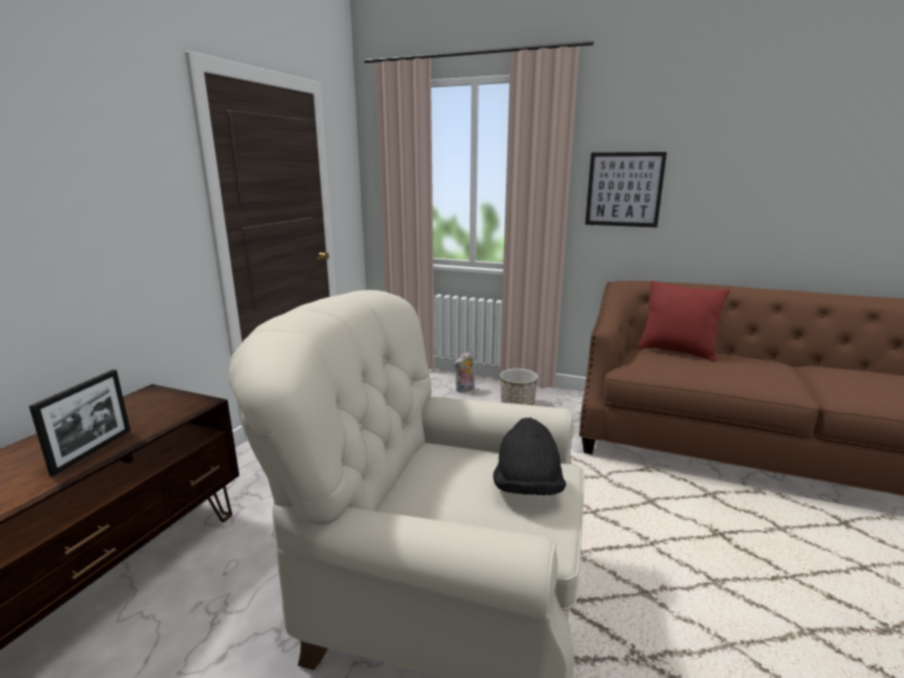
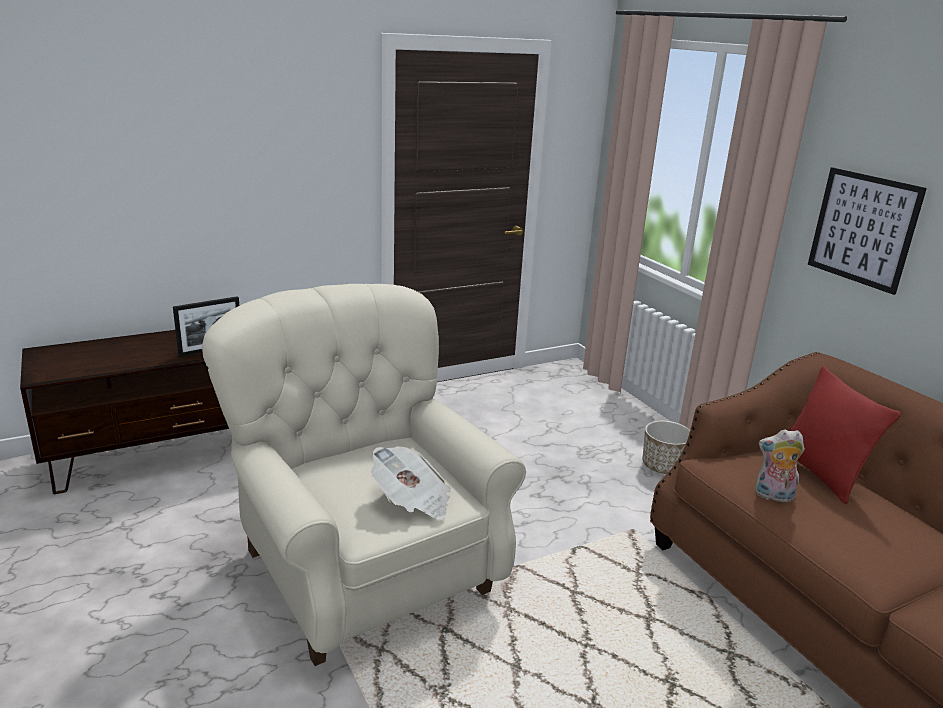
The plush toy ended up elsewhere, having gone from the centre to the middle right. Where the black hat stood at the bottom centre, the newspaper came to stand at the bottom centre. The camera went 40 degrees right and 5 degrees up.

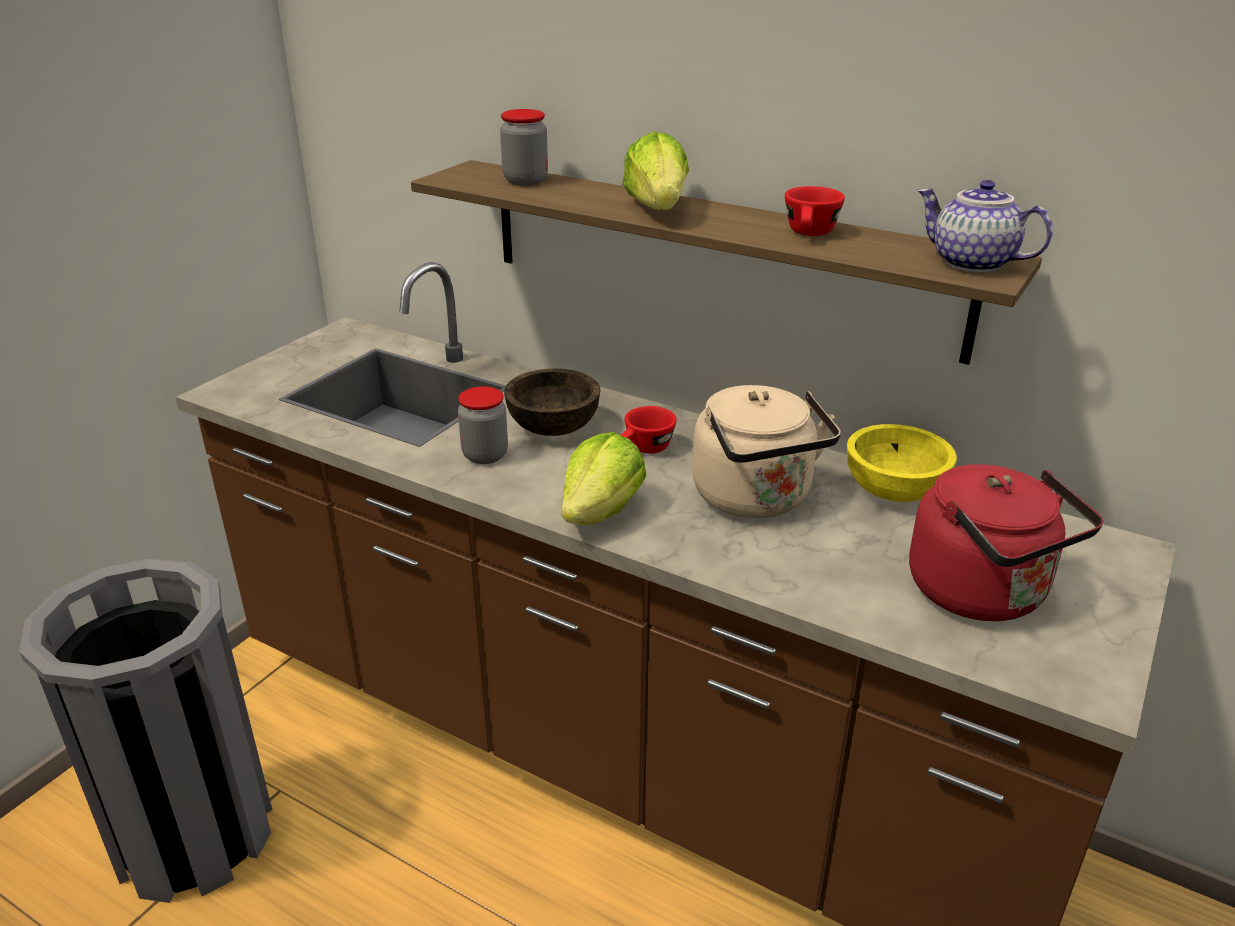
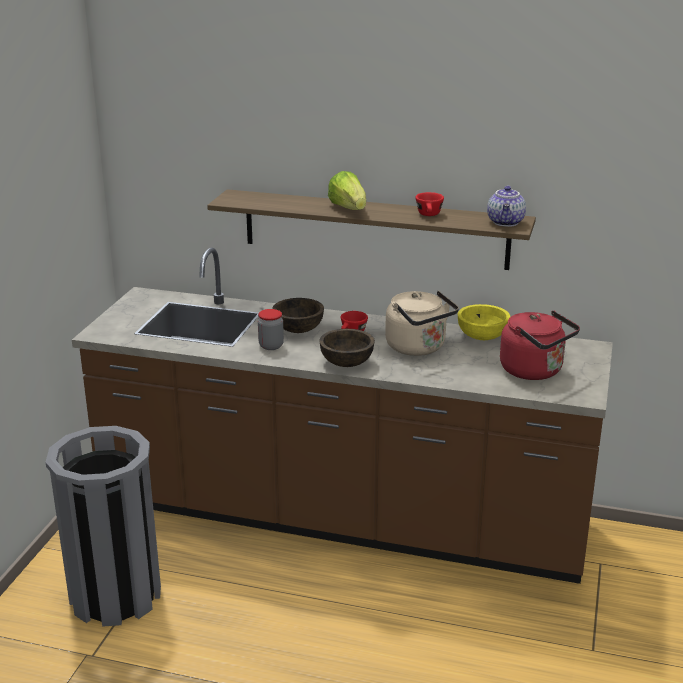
The second view lost the jar (no. 2 from left) at the top centre. The teapot at the top right ended up facing another way, 105 degrees counterclockwise from before. Where the lettuce (no. 1 from left) stood at the centre, the brown bowl (no. 2 from left) came to stand at the centre. The camera went 15 degrees left and 5 degrees down.

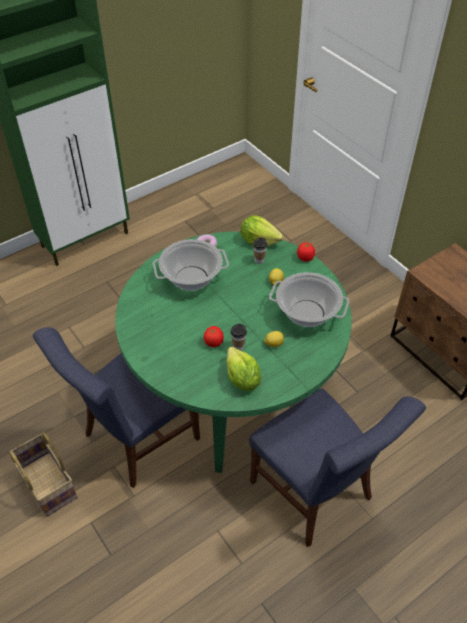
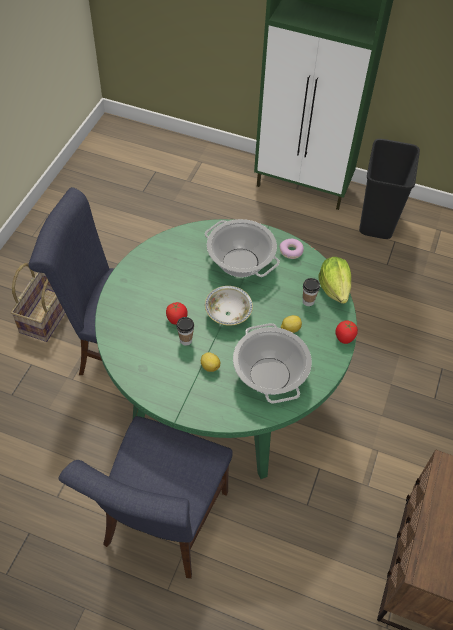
The second view lost the lettuce (no. 1 from left) at the centre. The second view gained the black trash can at the top right. The second view gained the bowl at the centre. The camera went 55 degrees right and 5 degrees up.

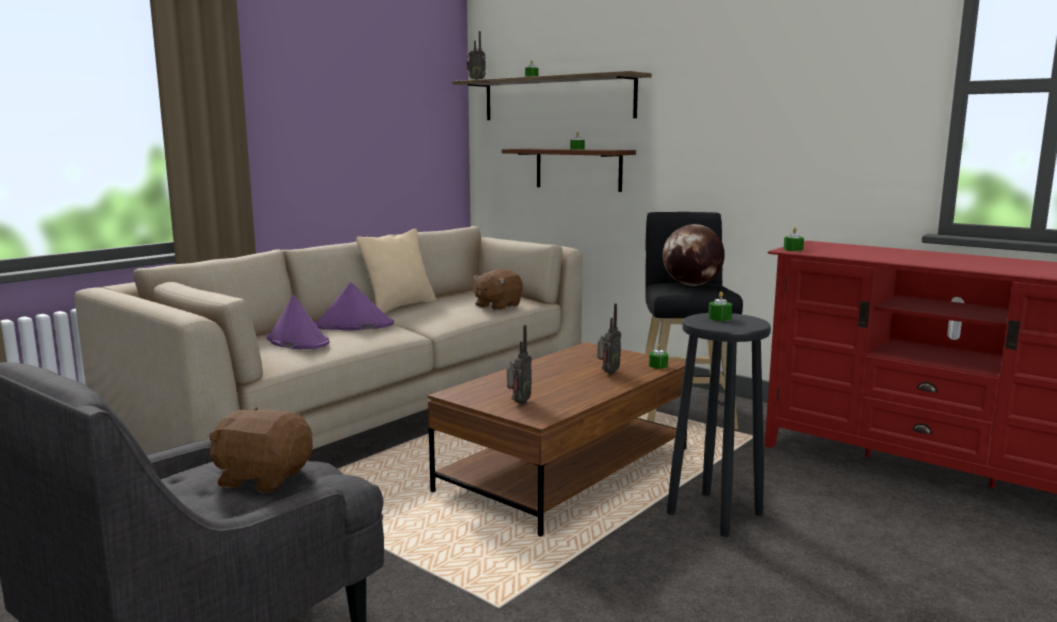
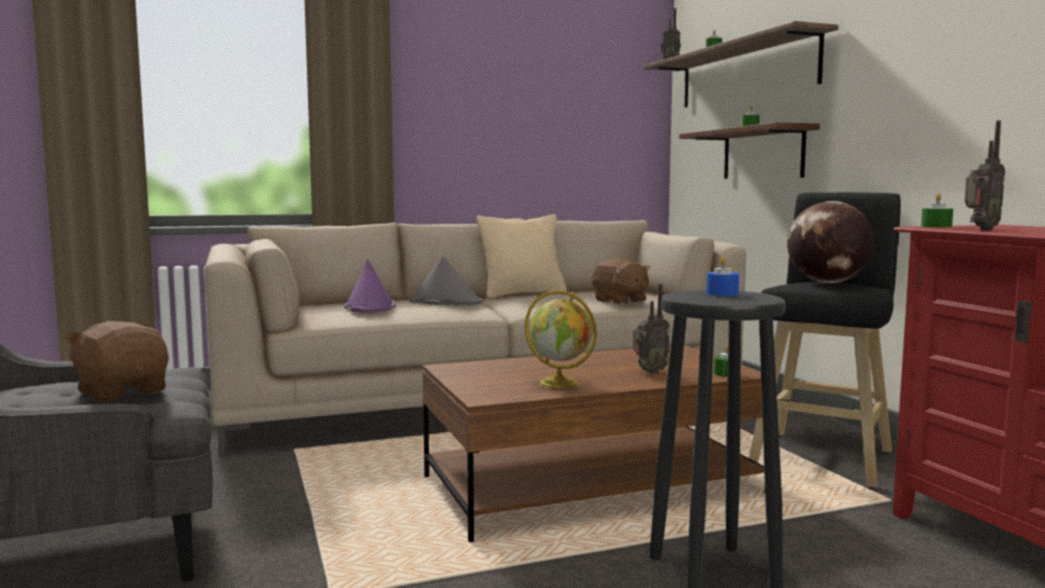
The brown plush toy (no. 2 from left) at the centre ended up facing another way, 105 degrees counterclockwise from before. What was the purple hat (no. 2 from left) at the centre turned into the grey hat at the centre. What was the green candle (no. 4 from left) at the middle right turned into the blue candle at the middle right. The radio (no. 2 from left in the first image) ended up elsewhere, having gone from the centre to the top right. The second view gained the globe (no. 1 from left) at the centre. The camera went 30 degrees right and 5 degrees down.

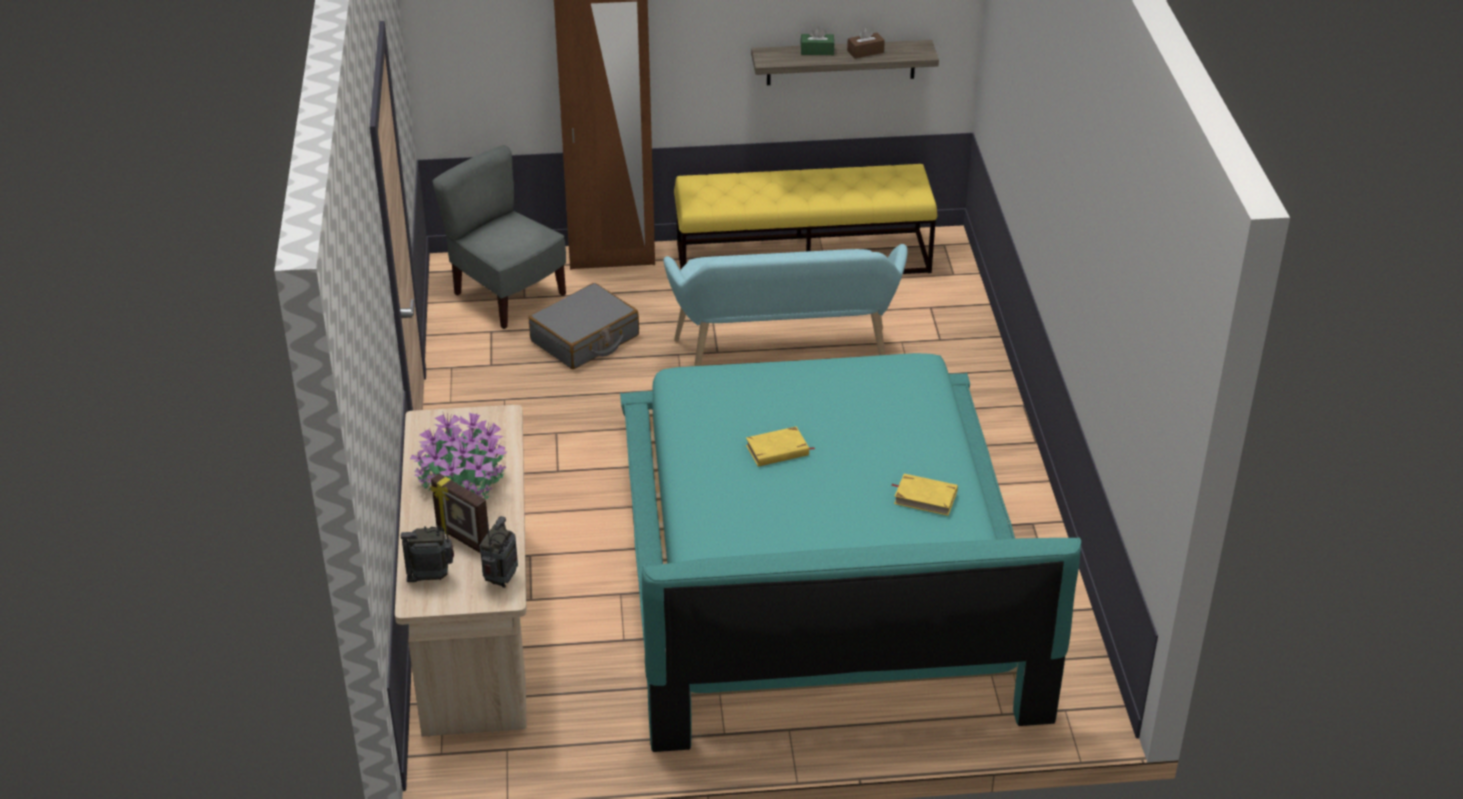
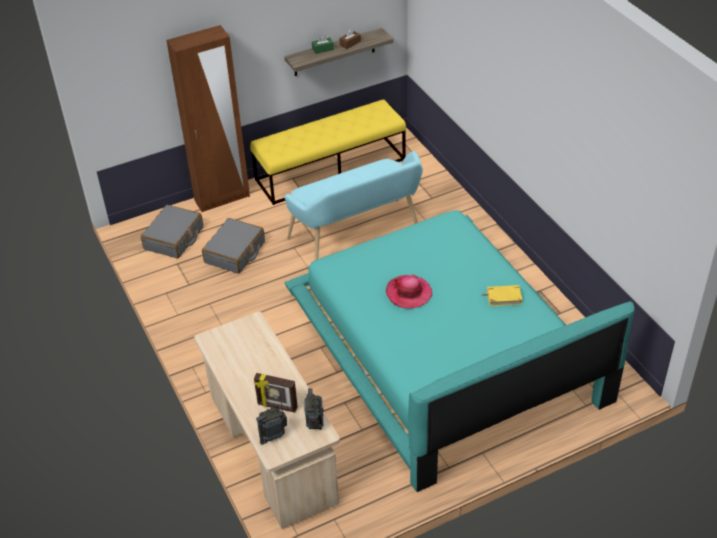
Where the grey chair stood at the top centre, the grey suitcase (no. 1 from left) came to stand at the middle left. The second view lost the potted plant at the middle left. Where the yellow book (no. 1 from left) stood at the centre, the hat came to stand at the centre. The camera went 20 degrees left and 5 degrees up.

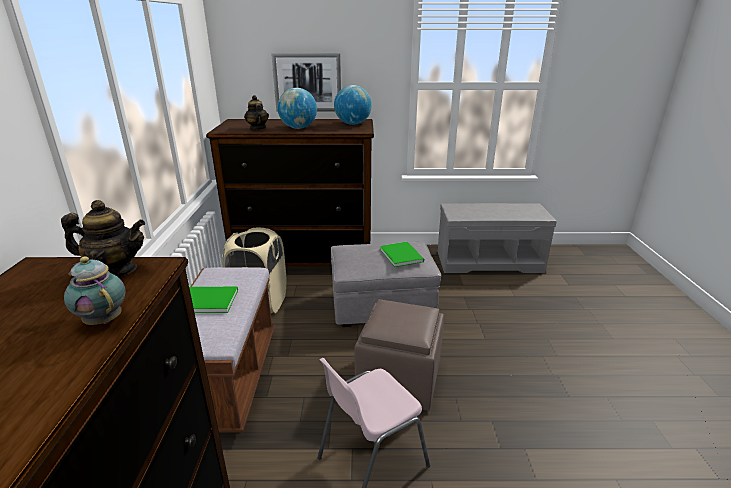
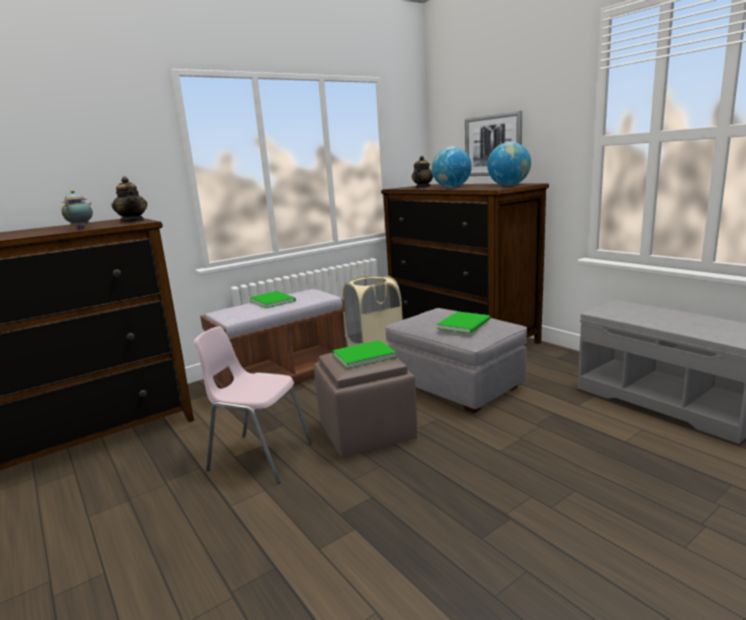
The second view gained the green book (no. 2 from left) at the centre. The camera went 55 degrees right and 10 degrees down.

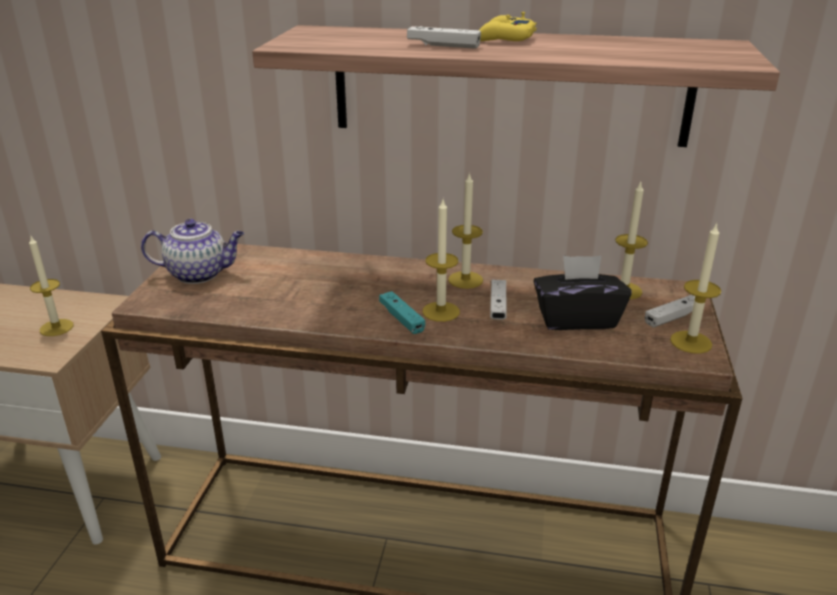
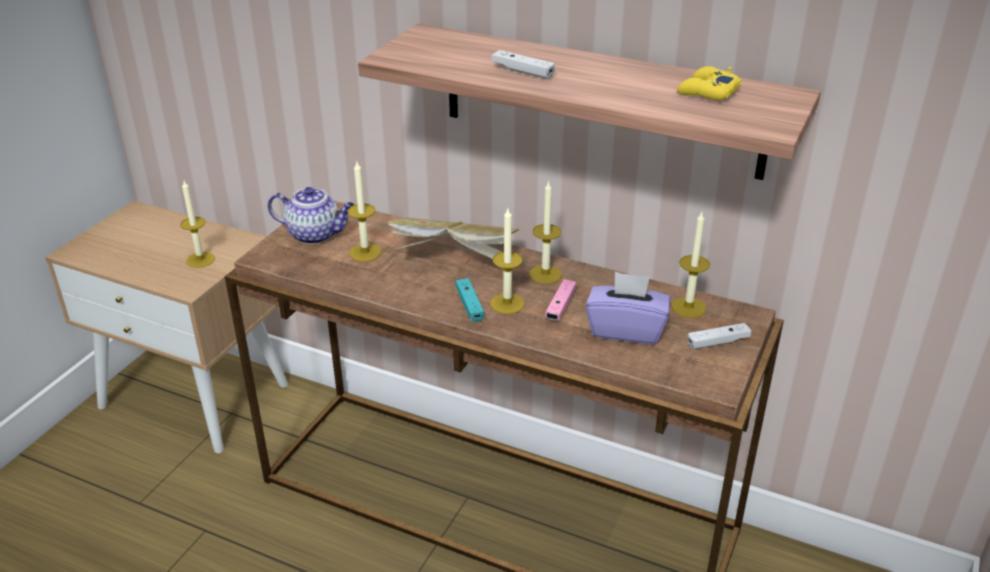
The yellow game controller ended up elsewhere, having gone from the top centre to the top right. The candle (no. 5 from left in the first image) ended up elsewhere, having gone from the middle right to the centre. What was the black tissue box at the middle right turned into the purple tissue box at the centre. What was the white game controller (no. 2 from left) at the centre turned into the pink game controller at the centre. The second view gained the book at the centre. The camera went 15 degrees right and 5 degrees up.

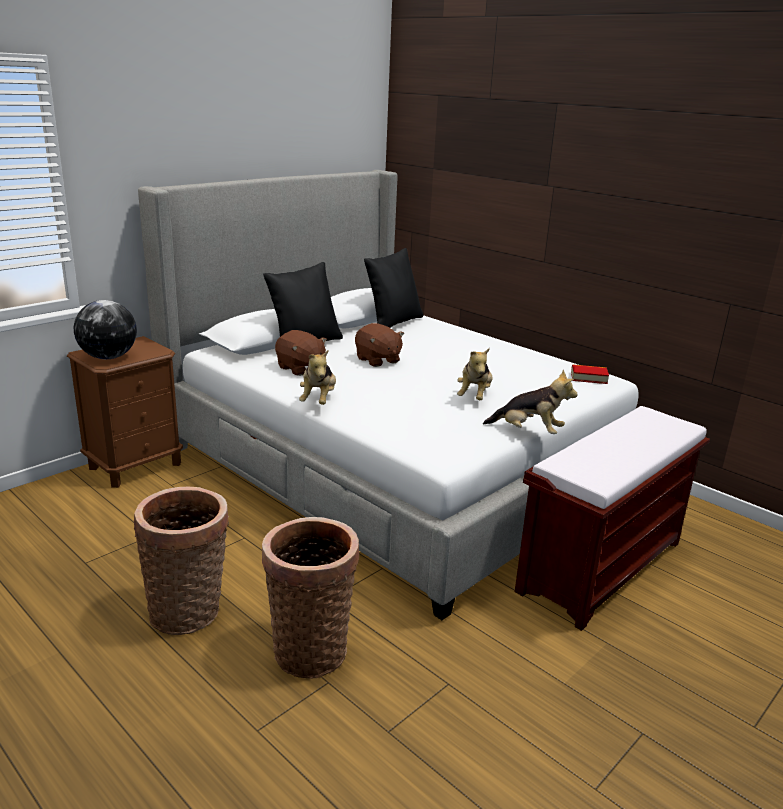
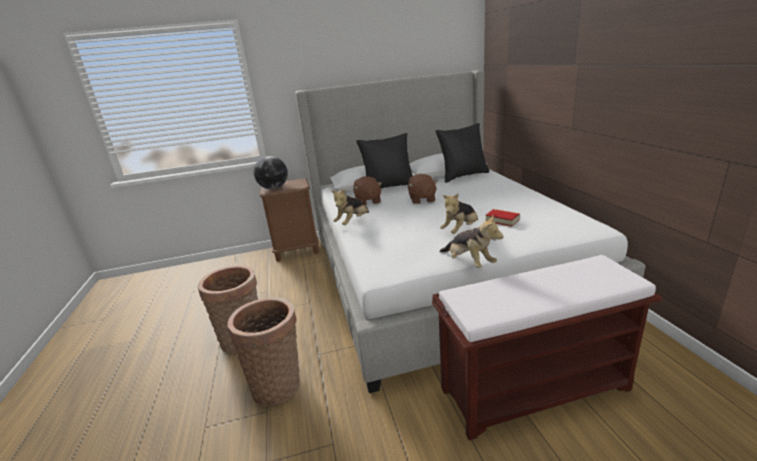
The book ended up elsewhere, having gone from the middle right to the centre. The camera went 35 degrees right and 0 degrees up.

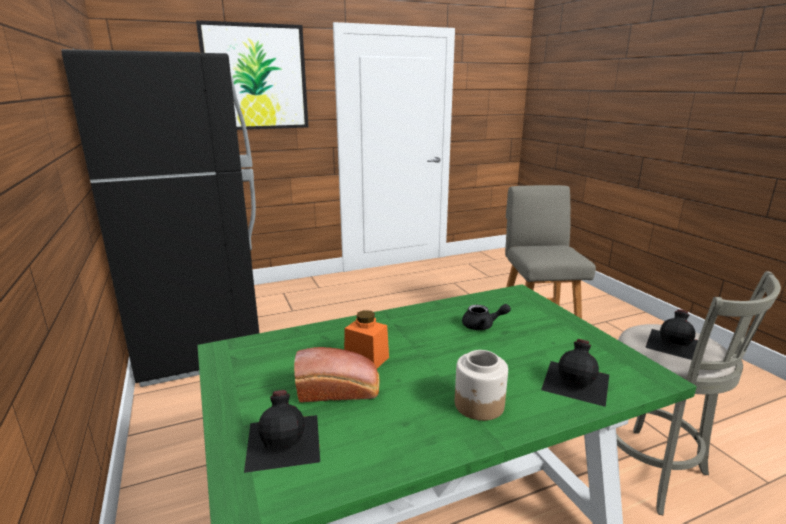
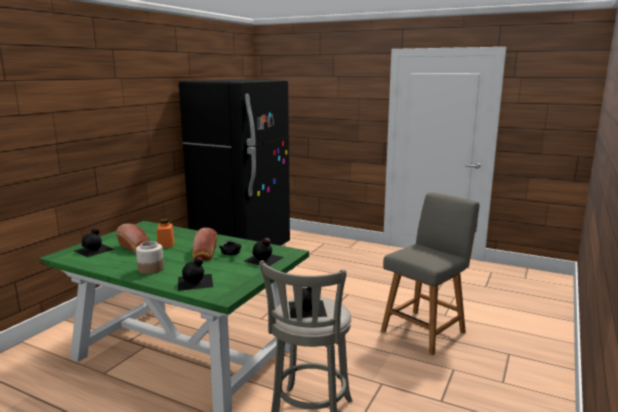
The second view lost the picture at the top left. The second view gained the bread (no. 2 from left) at the middle left. The second view gained the black bottle (no. 3 from left) at the centre. The camera went 50 degrees right and 5 degrees down.

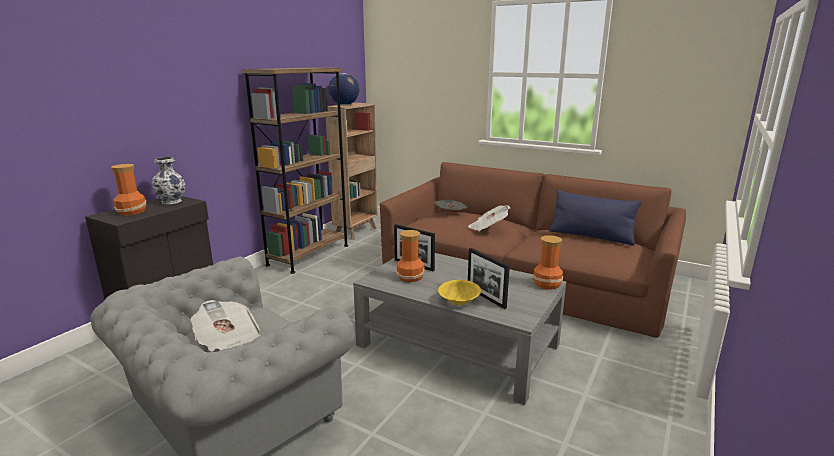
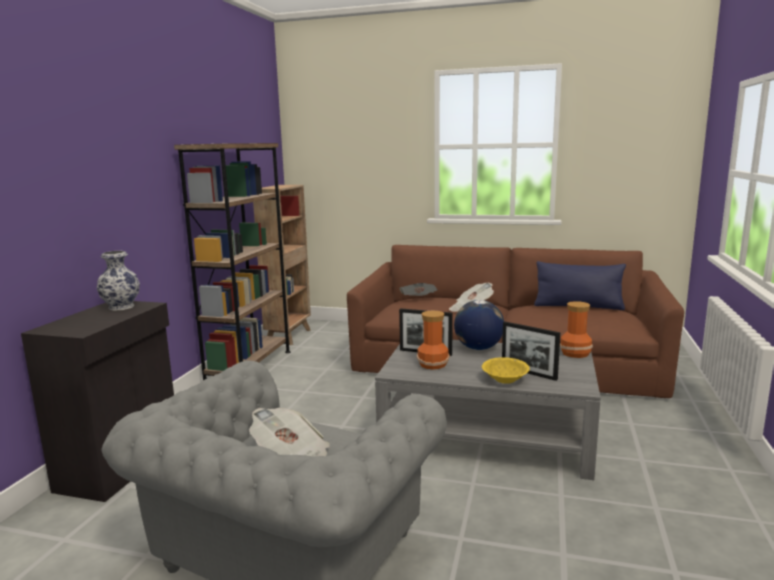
The globe ended up elsewhere, having gone from the top centre to the centre. The second view lost the vase (no. 1 from left) at the middle left. The camera went 15 degrees left and 5 degrees down.

